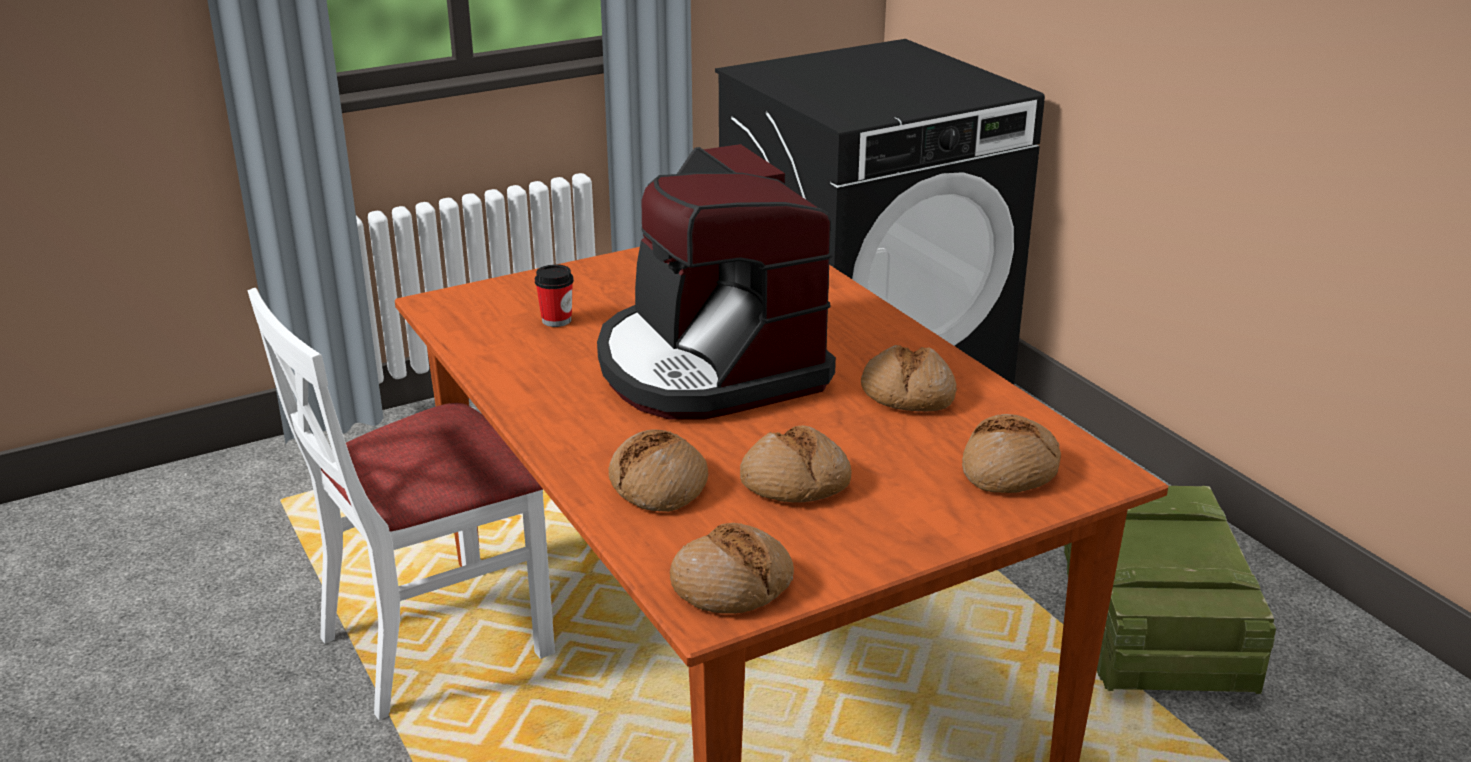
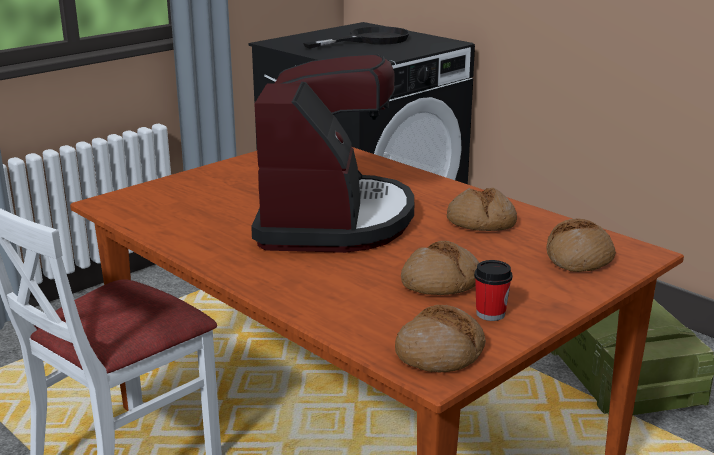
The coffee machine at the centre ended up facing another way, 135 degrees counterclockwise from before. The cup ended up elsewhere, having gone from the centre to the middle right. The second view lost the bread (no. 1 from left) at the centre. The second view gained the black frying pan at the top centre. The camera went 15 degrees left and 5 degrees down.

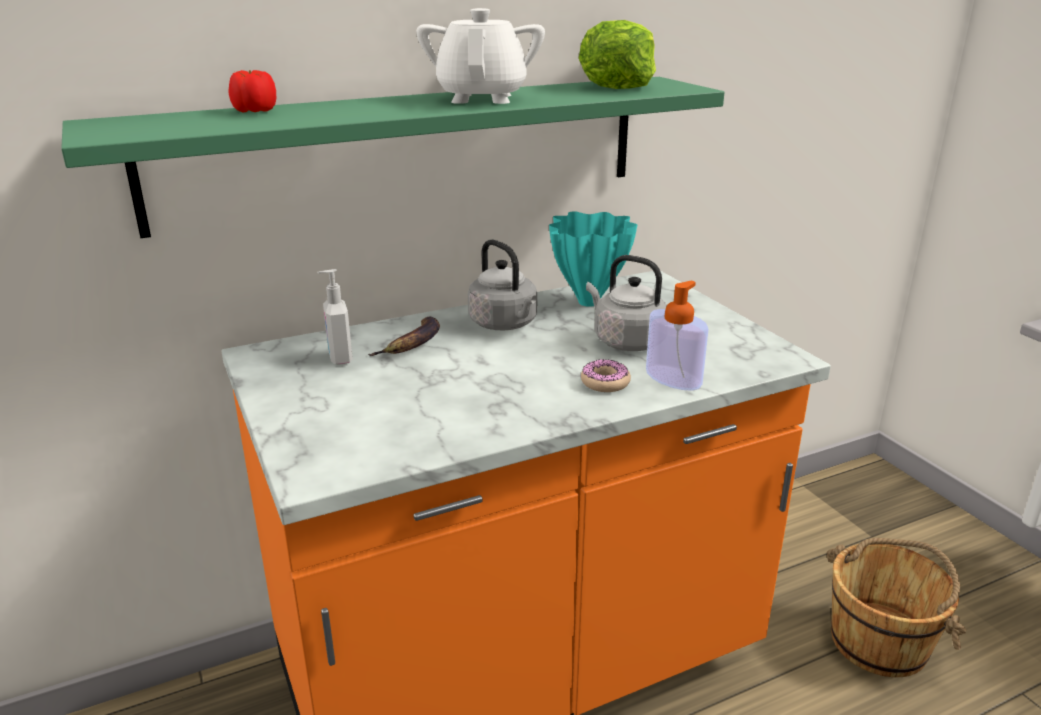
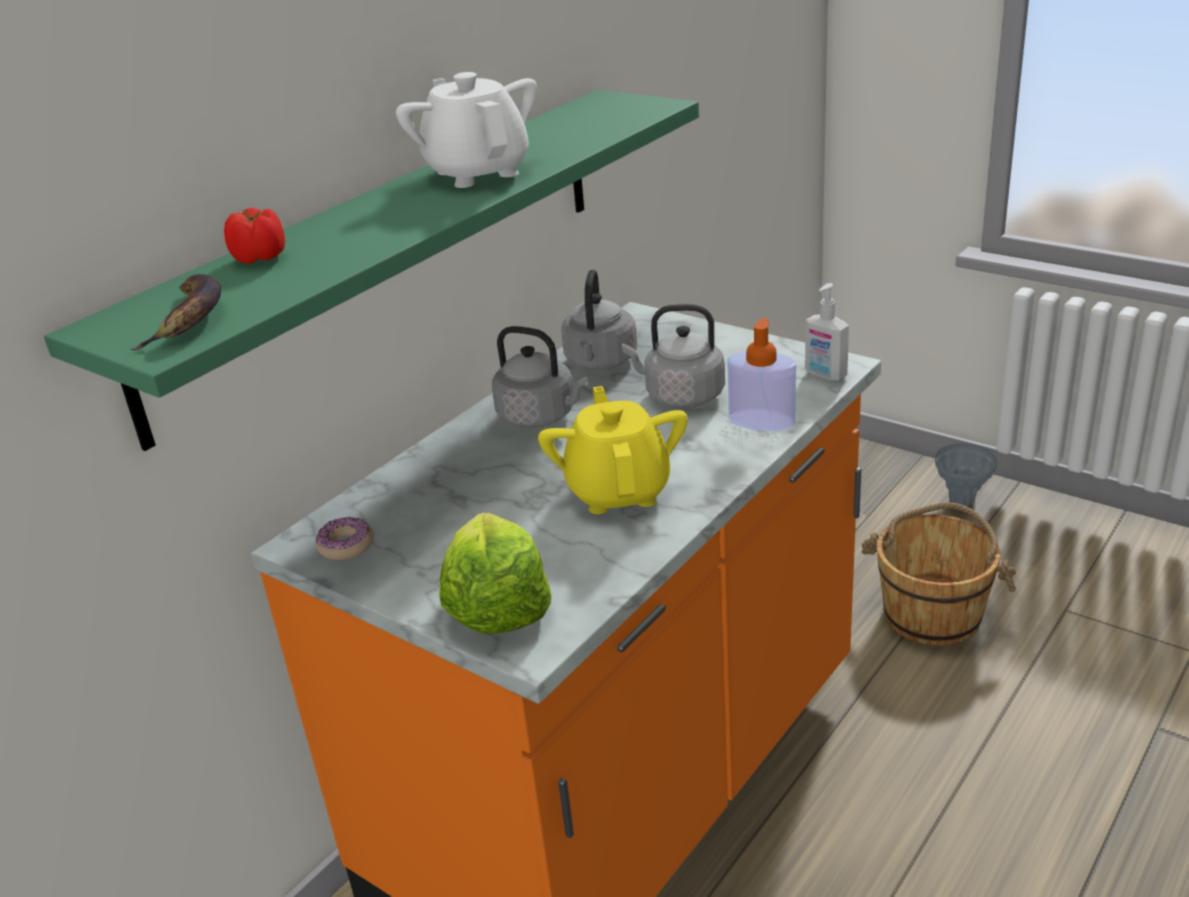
The lettuce ended up elsewhere, having gone from the top centre to the centre. Where the turquoise vase stood at the centre, the grey kettle (no. 2 from left) came to stand at the centre. The soap dispenser (no. 1 from left in the first image) ended up elsewhere, having gone from the middle left to the middle right. The banana ended up elsewhere, having gone from the centre to the middle left. The donut ended up elsewhere, having gone from the centre to the middle left. The second view gained the yellow teapot at the centre. The second view gained the grey vase at the middle right. The camera went 25 degrees left and 5 degrees up.

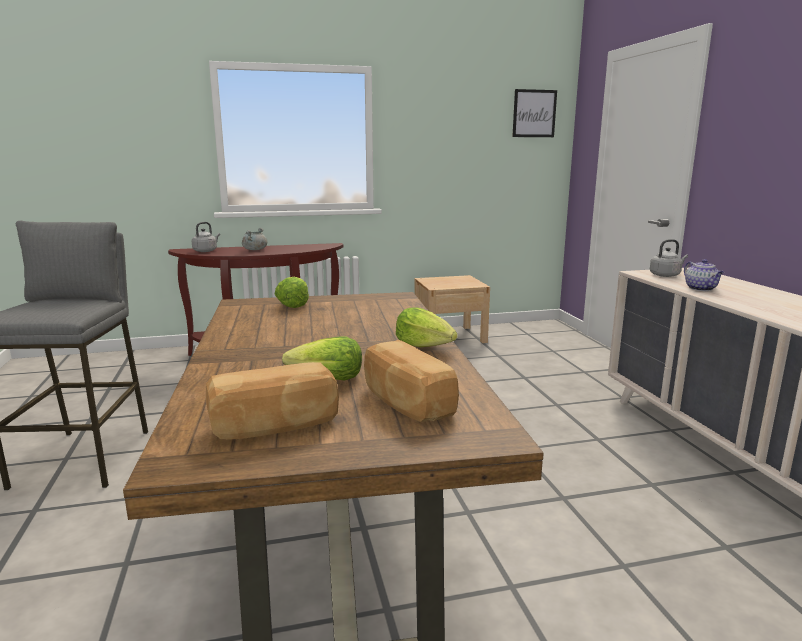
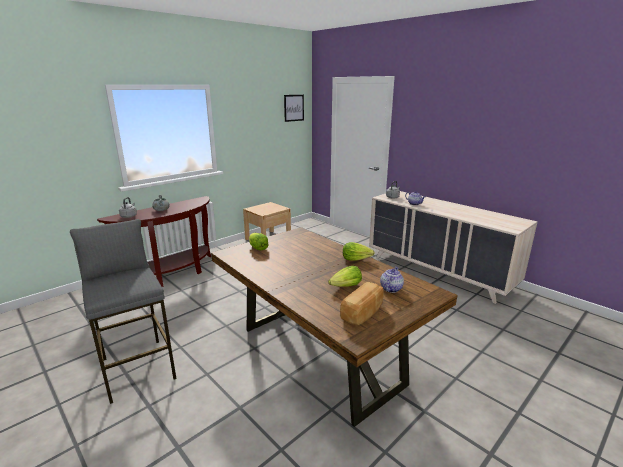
Where the bread (no. 2 from left) stood at the centre, the teapot (no. 1 from left) came to stand at the centre. The camera went 30 degrees left and 5 degrees up.

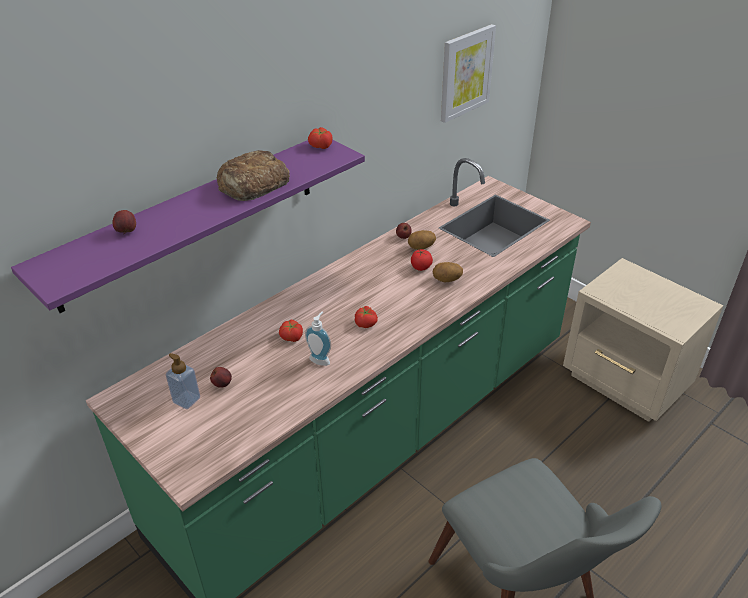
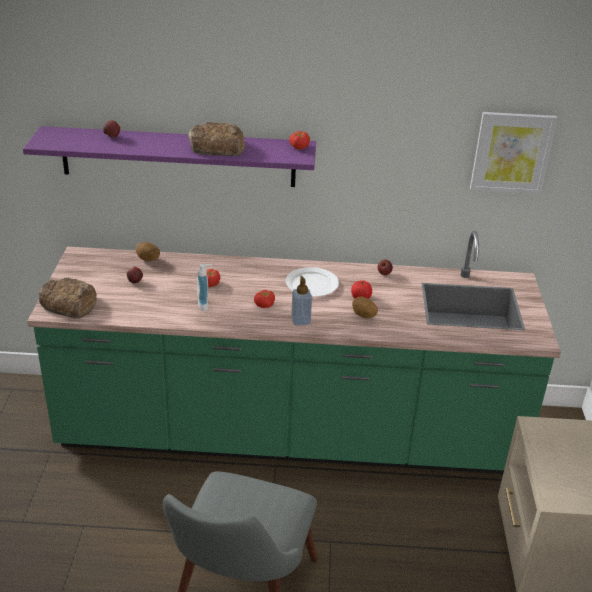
The potato (no. 1 from left) ended up elsewhere, having gone from the centre to the middle left. The soap dispenser (no. 1 from left in the first image) ended up elsewhere, having gone from the middle left to the centre. The second view gained the white plate at the centre. The second view gained the bread (no. 1 from left) at the middle left. The camera went 45 degrees right and 5 degrees down.

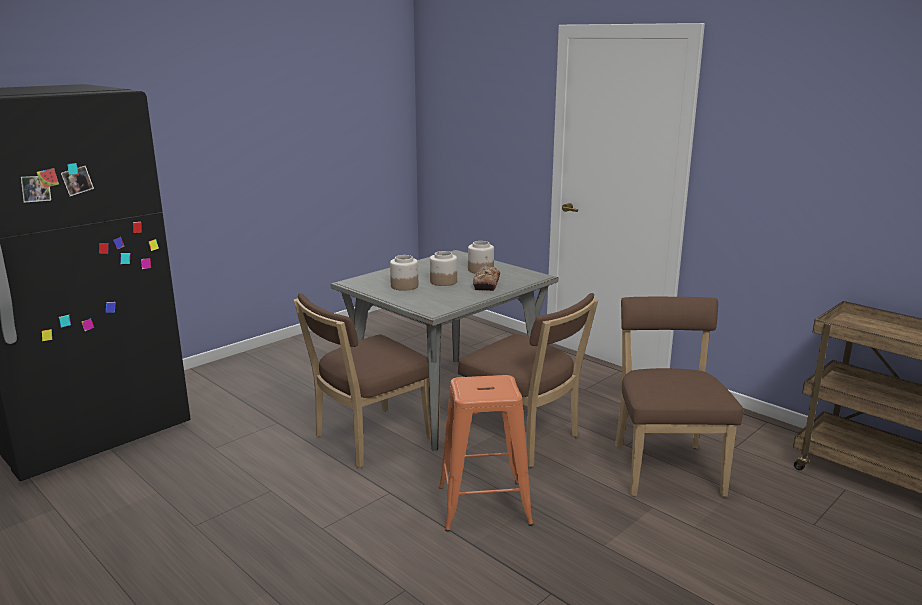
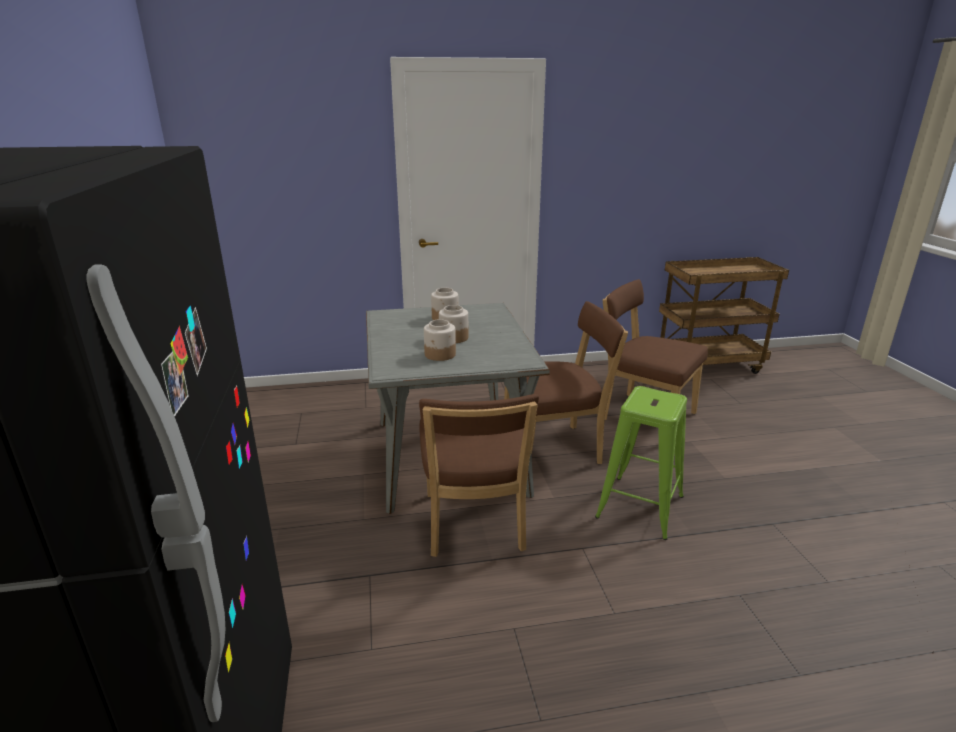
The second view lost the bread at the centre. What was the orange stool at the bottom centre turned into the green stool at the middle right. The camera went 55 degrees left and 5 degrees up.

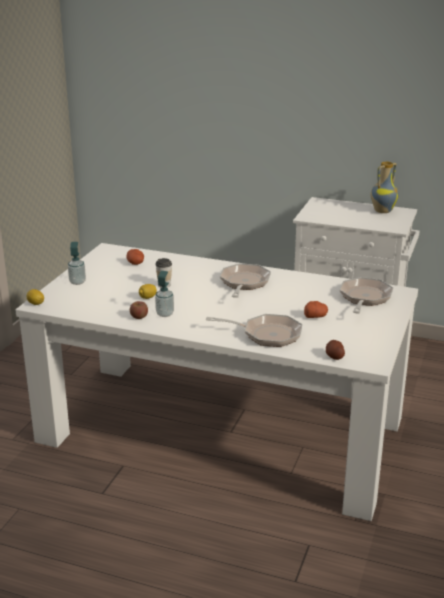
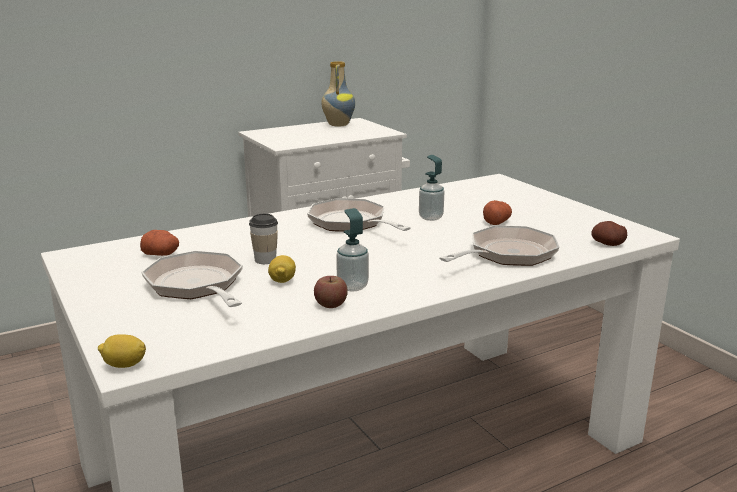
The soap dispenser (no. 1 from left in the first image) ended up elsewhere, having gone from the middle left to the centre. The frying pan (no. 3 from left in the first image) ended up elsewhere, having gone from the middle right to the middle left. The camera went 50 degrees left and 5 degrees down.

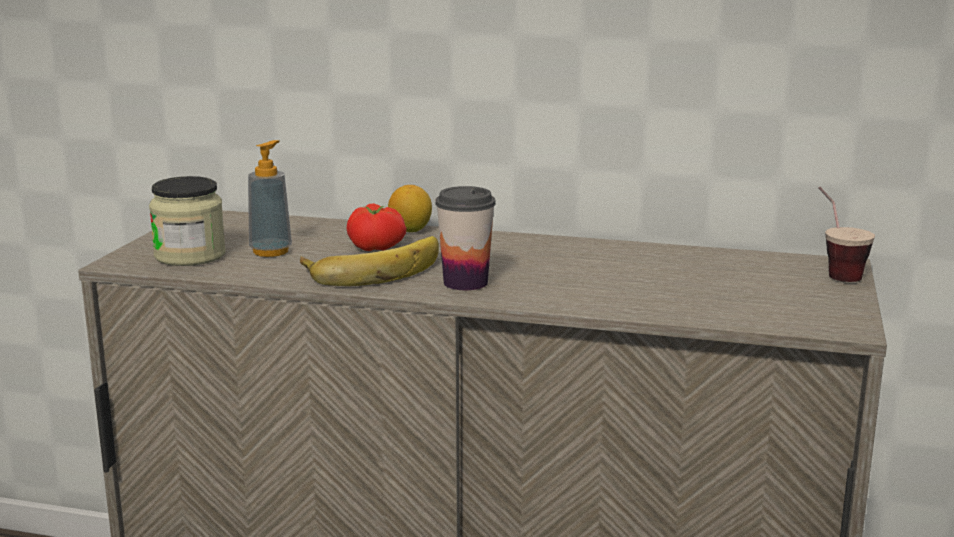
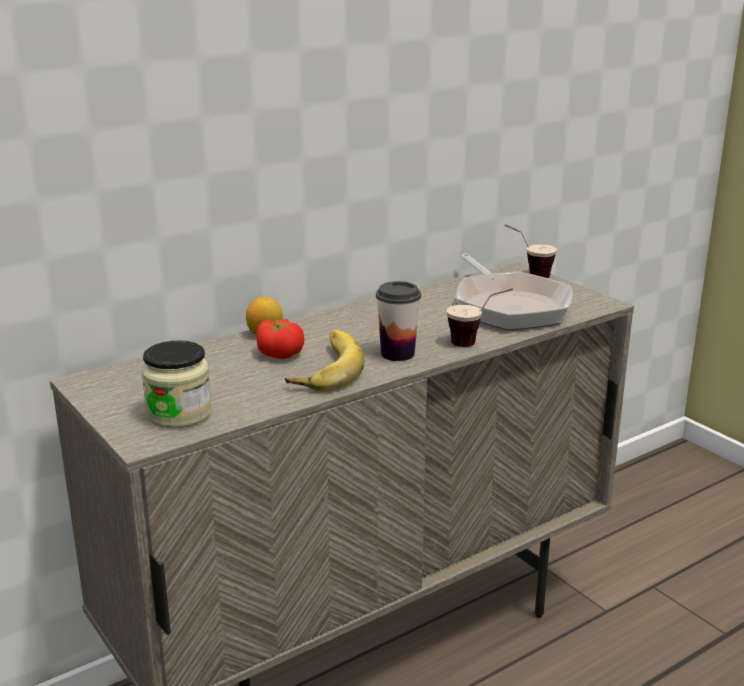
The second view lost the soap dispenser at the middle left. The second view gained the frying pan at the middle right. The second view gained the cup (no. 2 from left) at the centre. The camera went 50 degrees left and 5 degrees up.

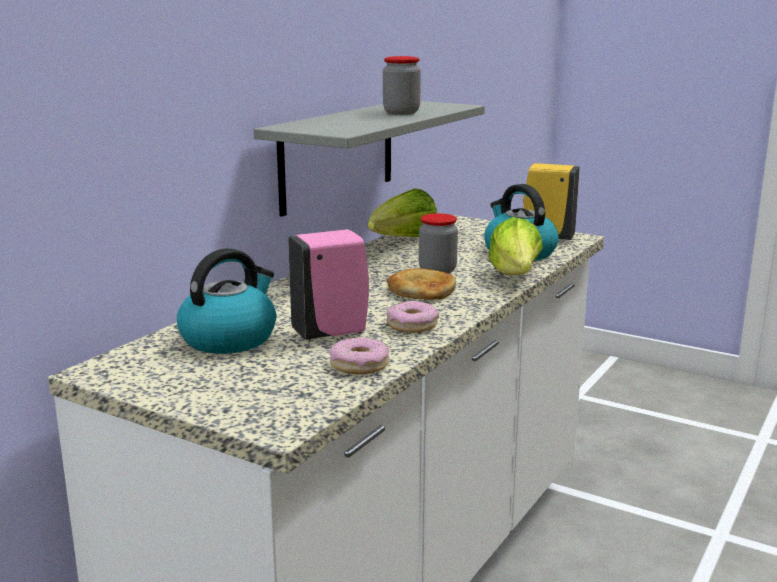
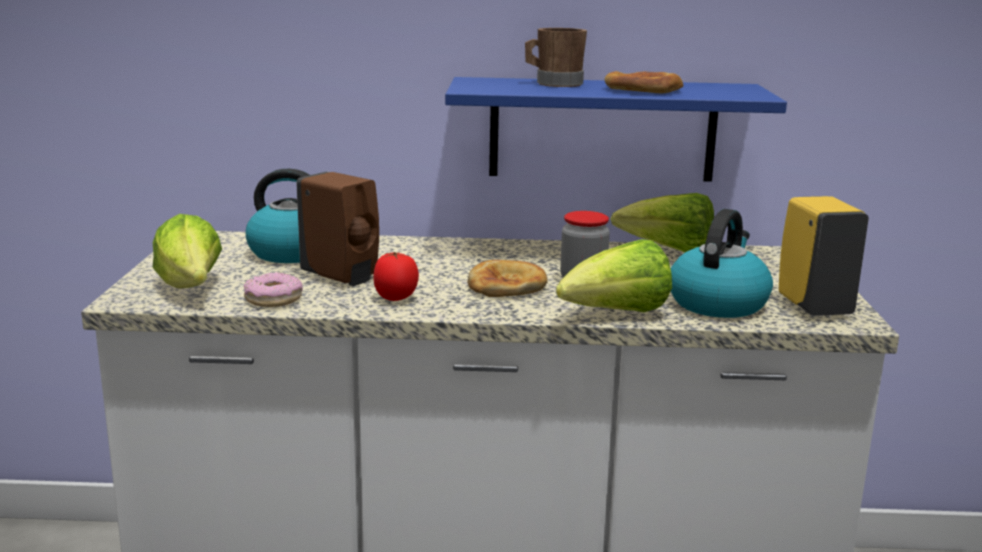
Where the jar (no. 1 from left) stood at the top centre, the bread (no. 2 from left) came to stand at the top centre. What was the grey shelf at the top centre turned into the blue shelf at the top centre. What was the pink soap dispenser at the centre turned into the brown soap dispenser at the centre. Where the donut (no. 2 from left) stood at the centre, the tomato came to stand at the centre. The second view gained the brown mug at the top centre. The second view gained the lettuce (no. 1 from left) at the middle left. The camera went 60 degrees right and 0 degrees up.

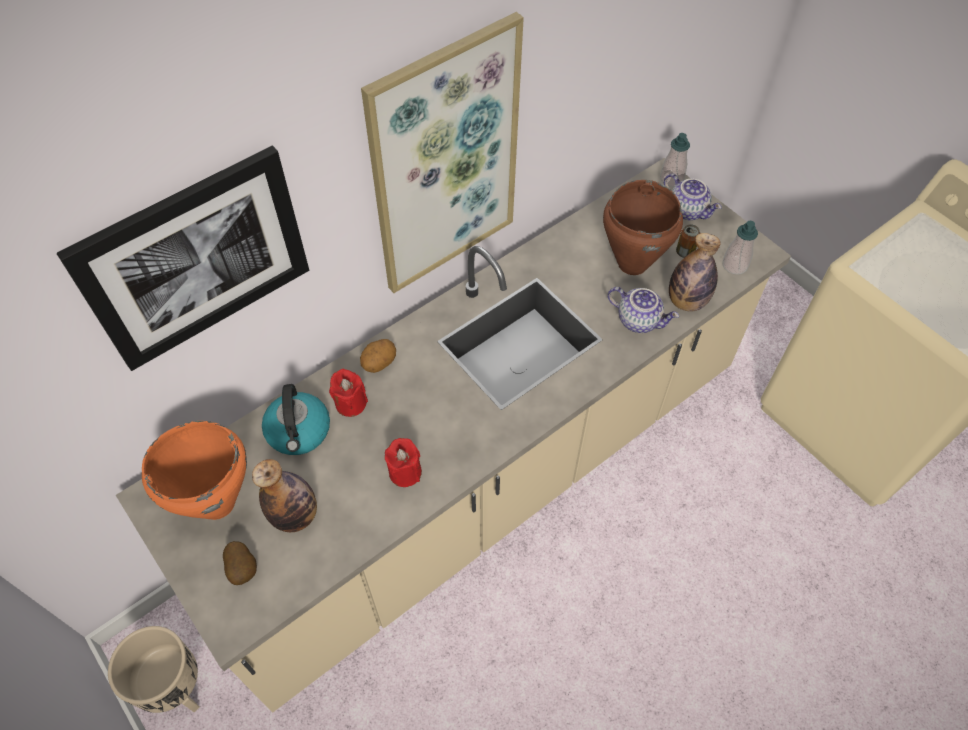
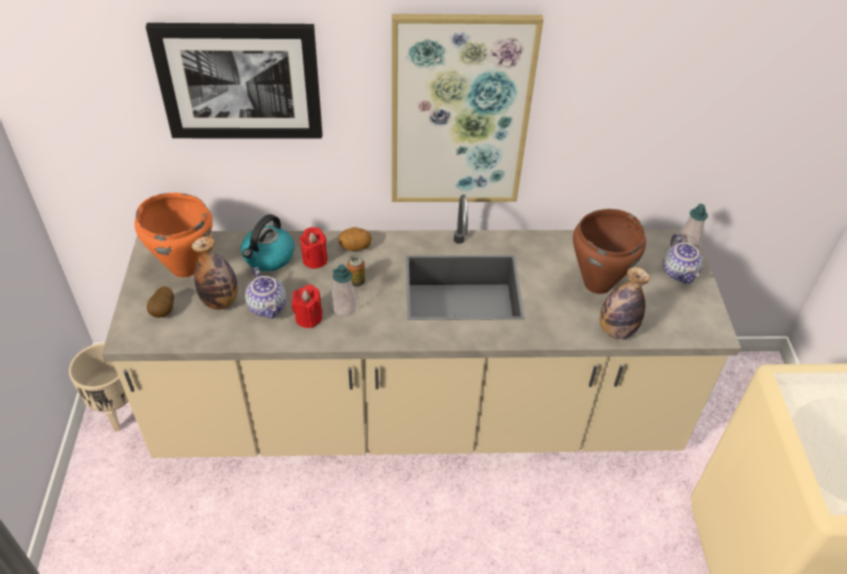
The soap dispenser (no. 2 from left in the first image) ended up elsewhere, having gone from the middle right to the centre. The can ended up elsewhere, having gone from the top right to the centre. The teapot (no. 1 from left) ended up elsewhere, having gone from the centre to the middle left. The camera went 35 degrees right and 10 degrees down.

